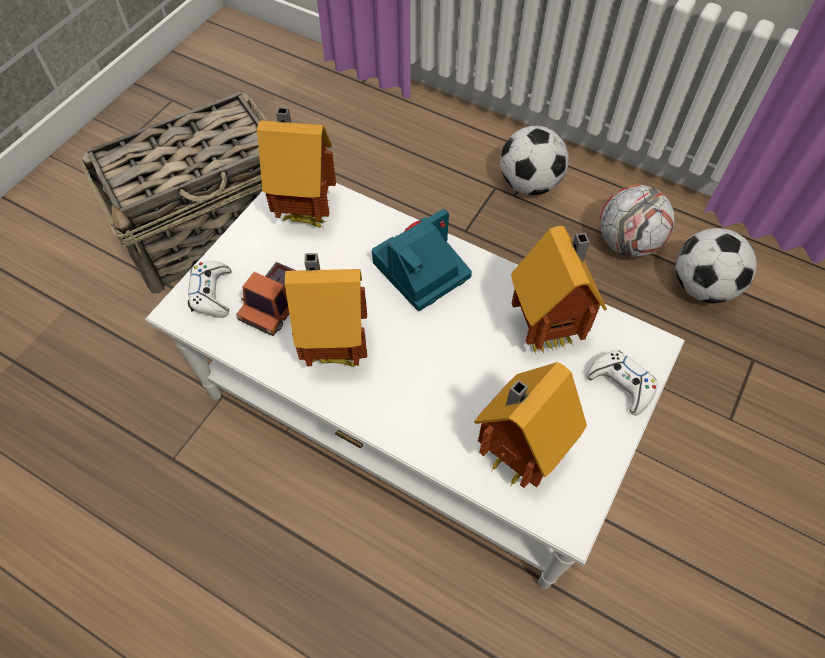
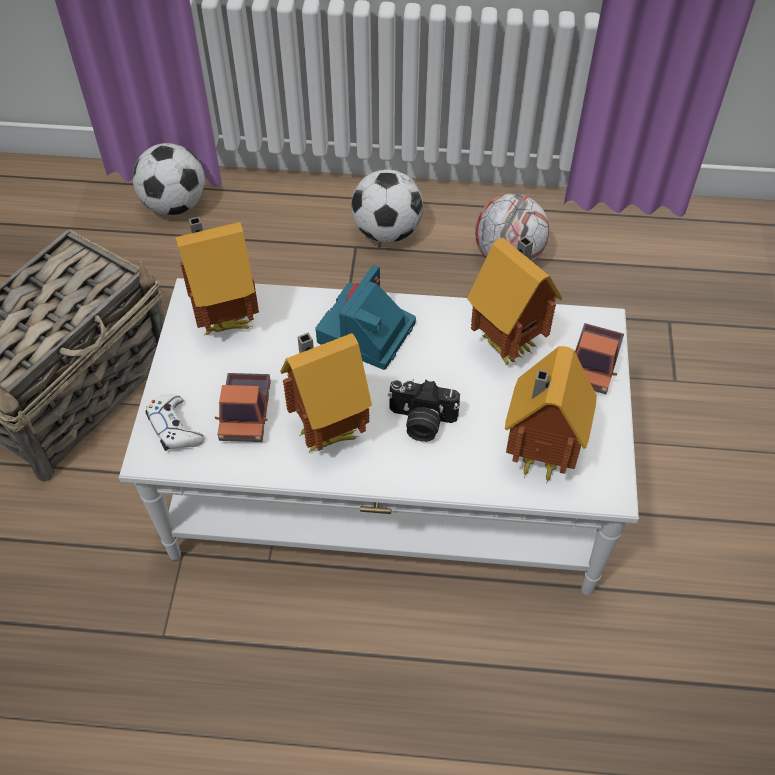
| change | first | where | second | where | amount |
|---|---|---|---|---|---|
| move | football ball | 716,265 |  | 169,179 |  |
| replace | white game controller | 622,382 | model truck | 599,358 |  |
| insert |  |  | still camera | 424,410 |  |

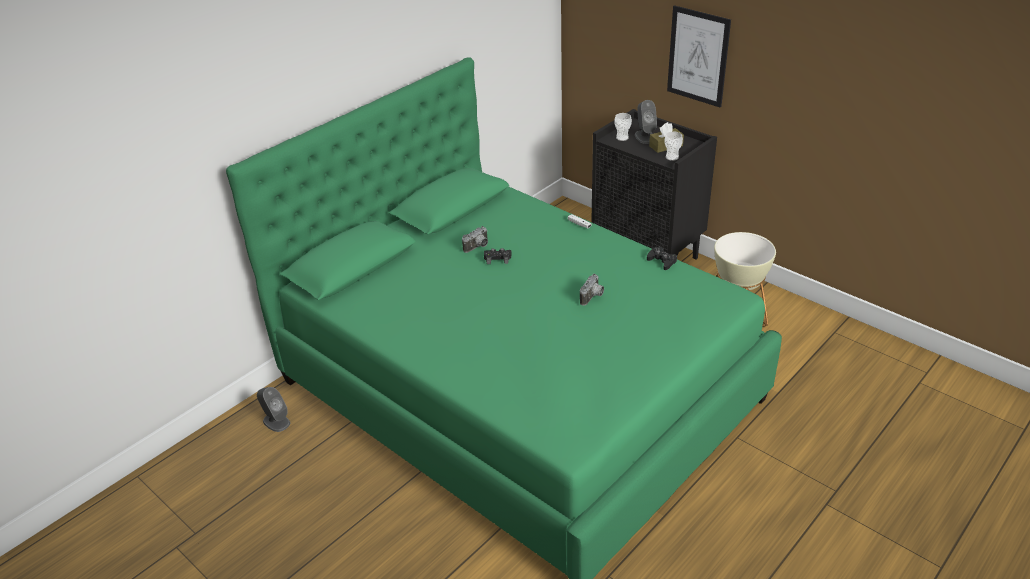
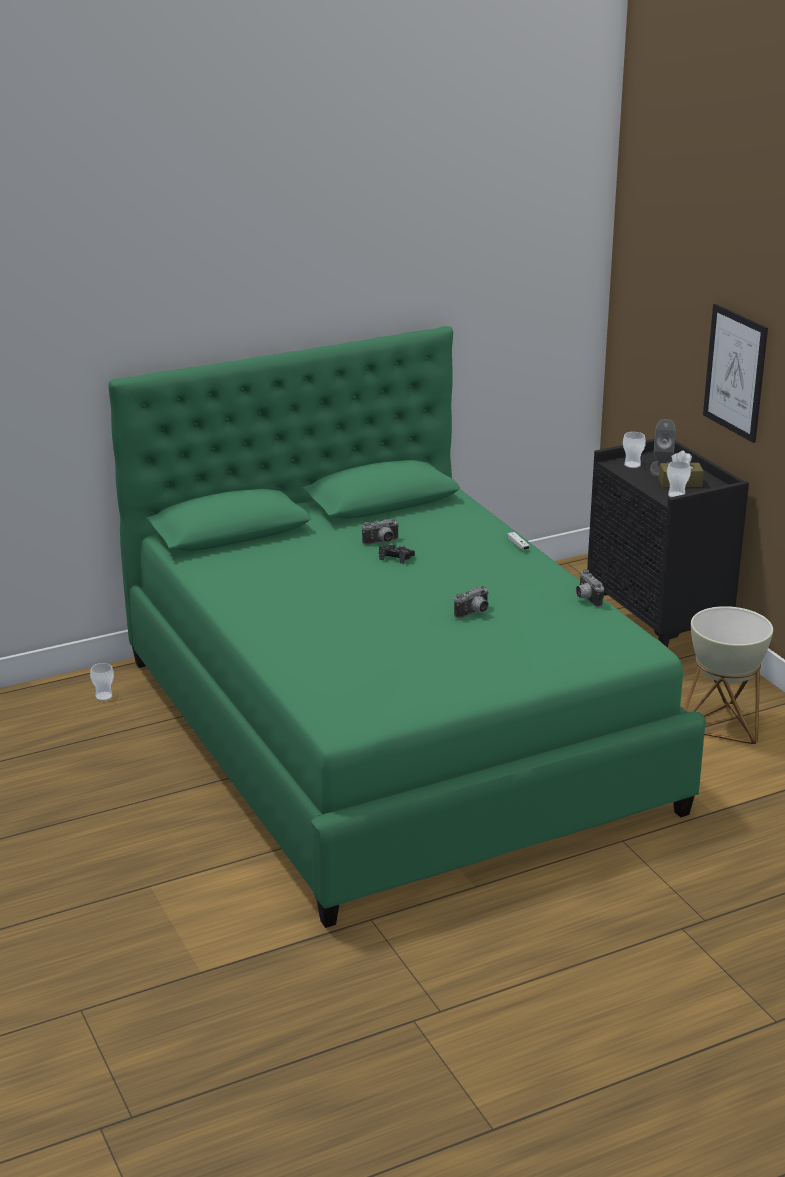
| change | first | where | second | where | amount |
|---|---|---|---|---|---|
| replace | black game controller | 662,258 | still camera | 590,588 |  |
| replace | greyish audio speaker | 273,409 | small cup | 102,682 |  |

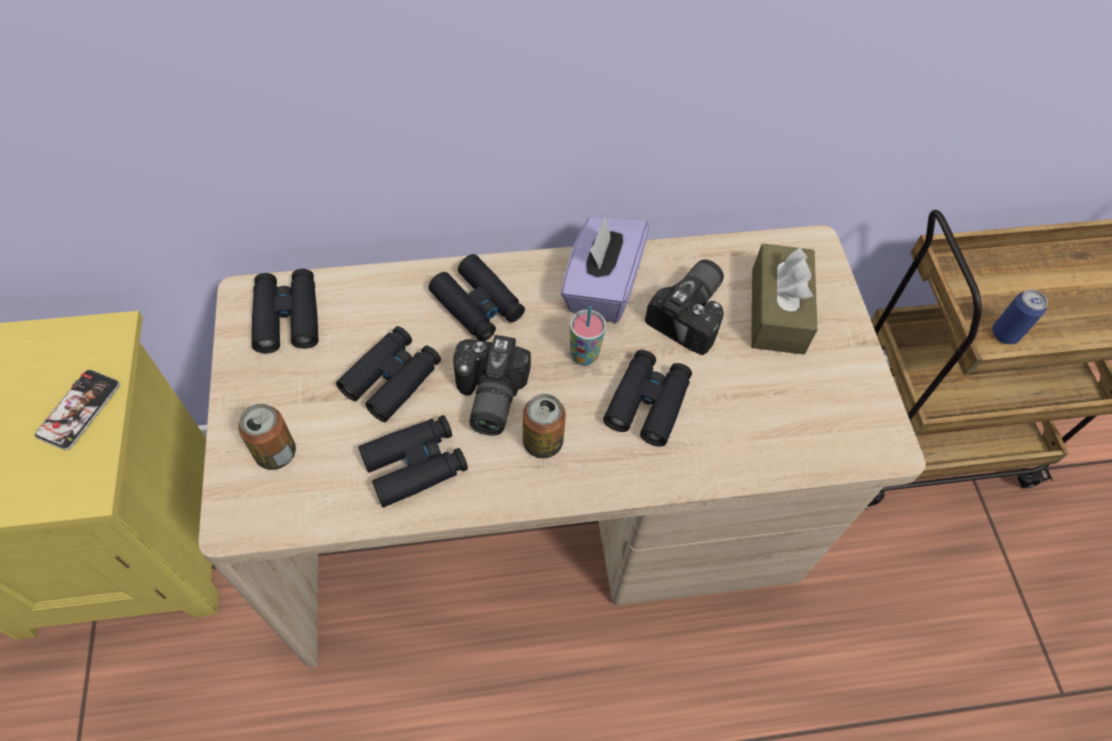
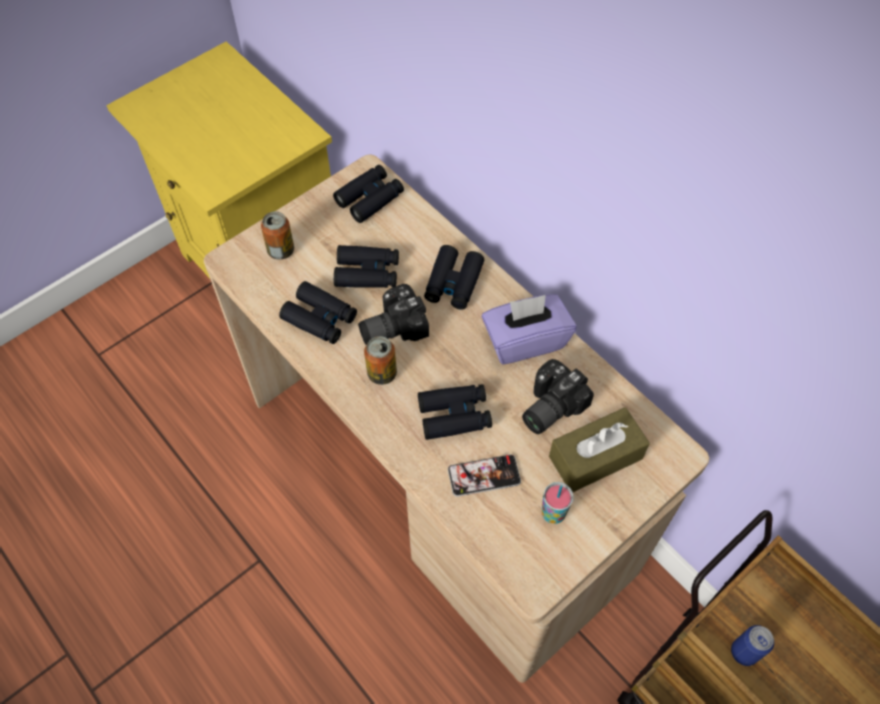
| change | first | where | second | where | amount |
|---|---|---|---|---|---|
| rotate | still camera | 684,307 |  | 558,396 | 135 degrees clockwise |
| move | small cup | 588,335 |  | 558,503 |  |
| move | phone | 77,410 |  | 484,476 |  |

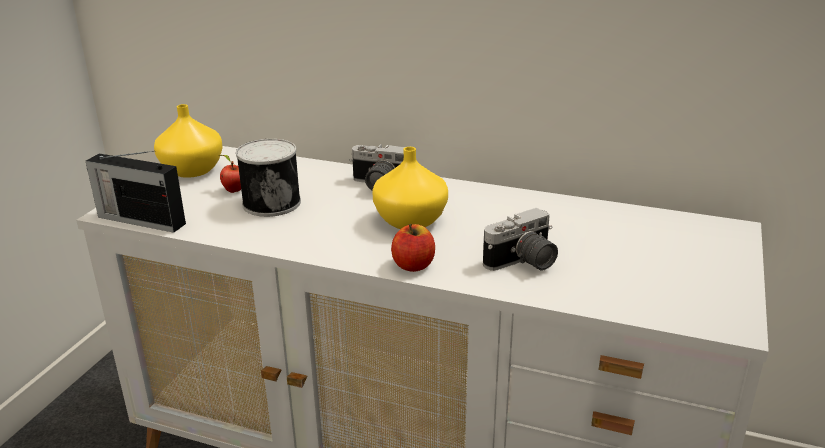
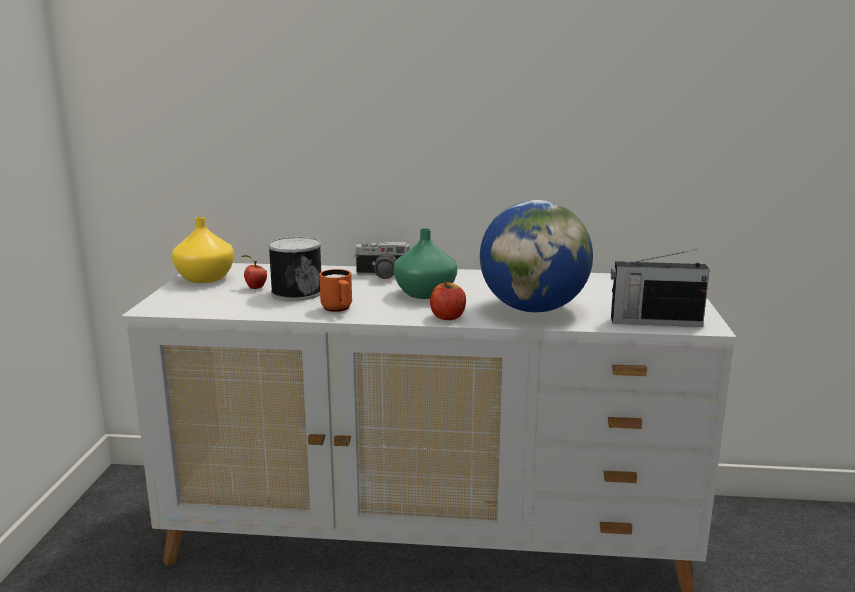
| change | first | where | second | where | amount |
|---|---|---|---|---|---|
| recolor | yellow-coloured flower vase | 410,188 | green-coloured flower vase | 425,263 |  |
| move | radio receiver | 136,192 |  | 660,288 |  |
| replace | still camera | 520,239 | world globe | 536,256 |  |
| insert |  |  | orange coffee mug | 335,290 |  |

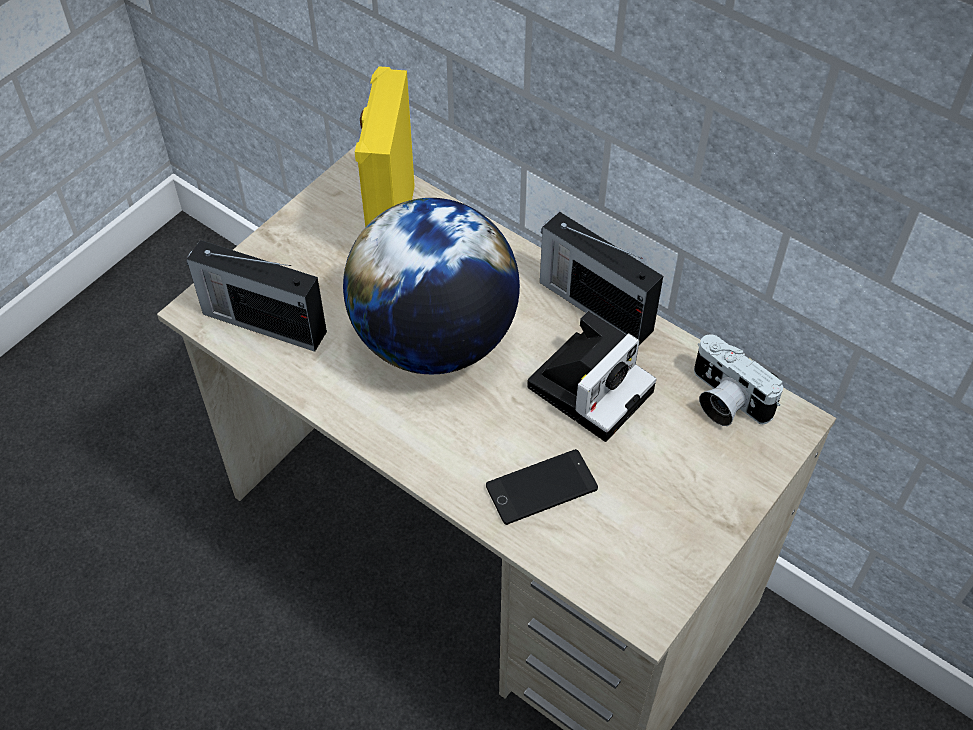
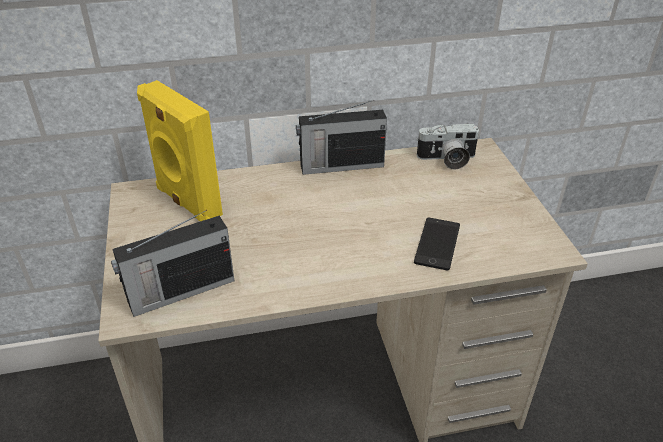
| change | first | where | second | where | amount |
|---|---|---|---|---|---|
| delete | world globe | 431,286 |  |  |  |
| delete | still camera | 591,376 |  |  |  |

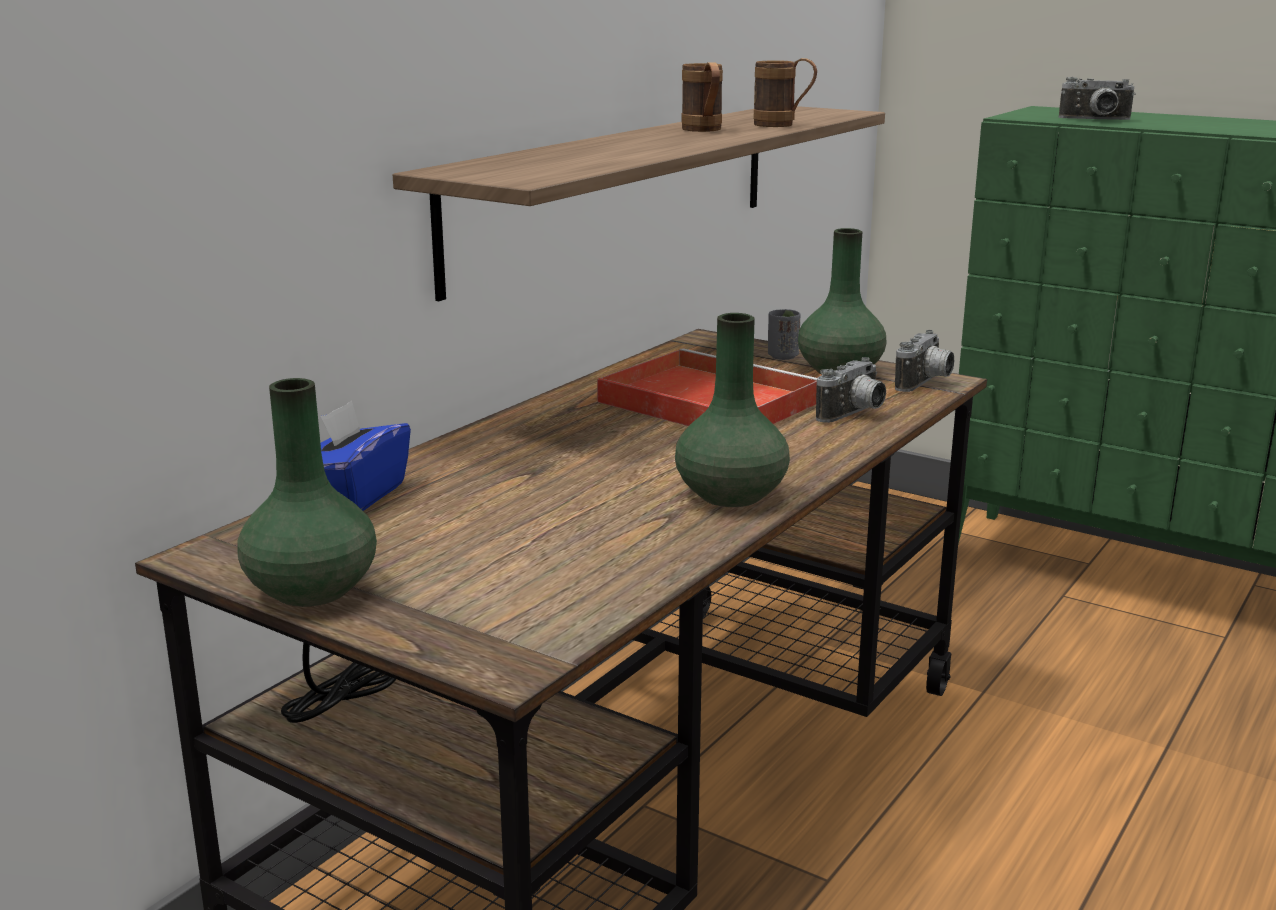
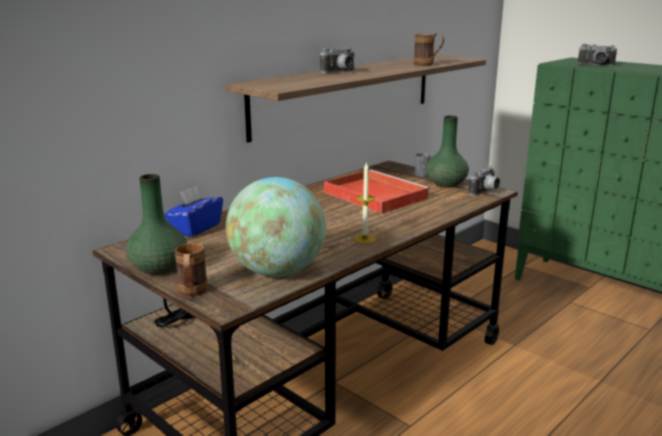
| change | first | where | second | where | amount |
|---|---|---|---|---|---|
| move | brown-coloured coffee mug | 702,97 |  | 191,270 |  |
| replace | green-coloured flower vase | 732,410 | wax light | 364,203 |  |
| move | still camera | 851,390 |  | 337,60 |  |
| insert |  |  | world globe | 276,227 |  |

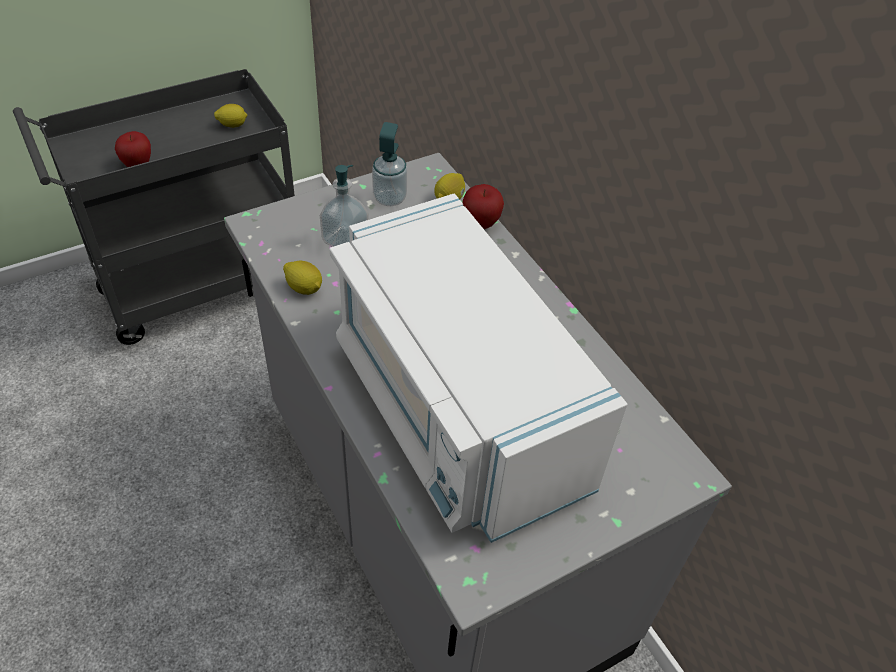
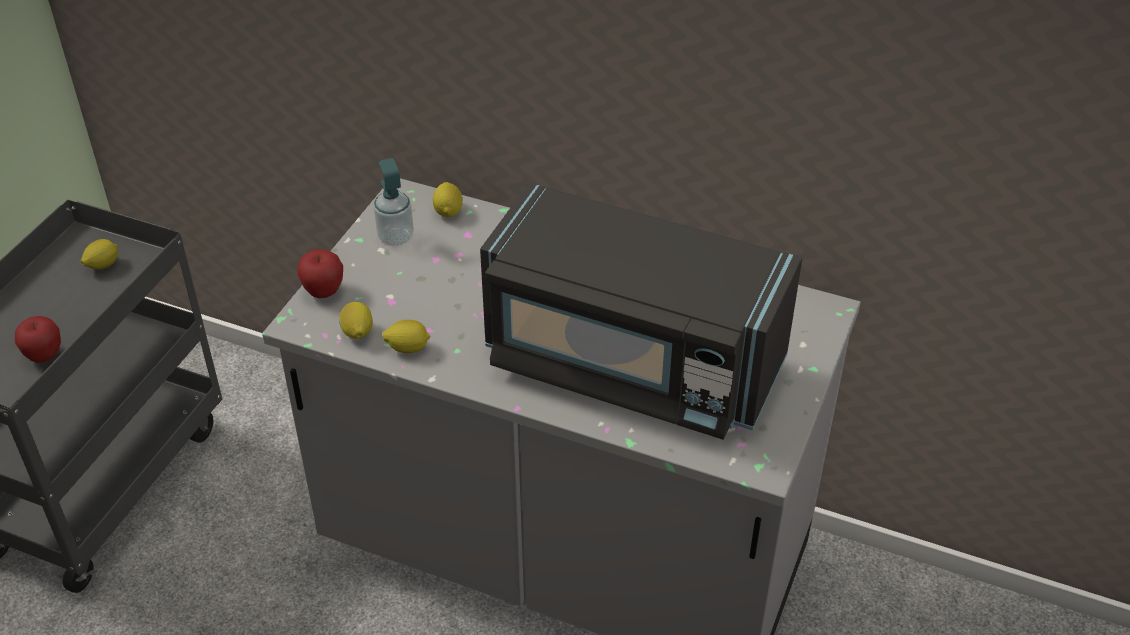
| change | first | where | second | where | amount |
|---|---|---|---|---|---|
| delete | soap dispenser | 344,206 |  |  |  |
| move | apple fruit | 483,206 |  | 320,274 |  |
| recolor | white microwave oven | 479,368 | black microwave oven | 641,311 |  |
| insert |  |  | lemon | 356,320 |  |

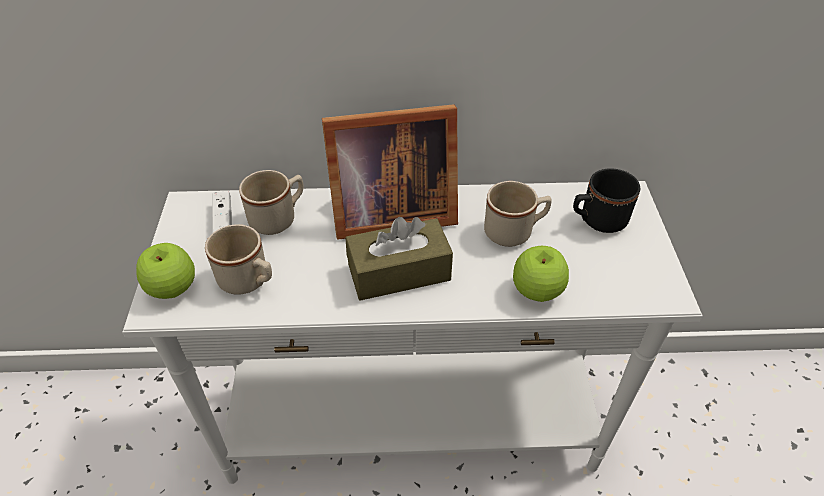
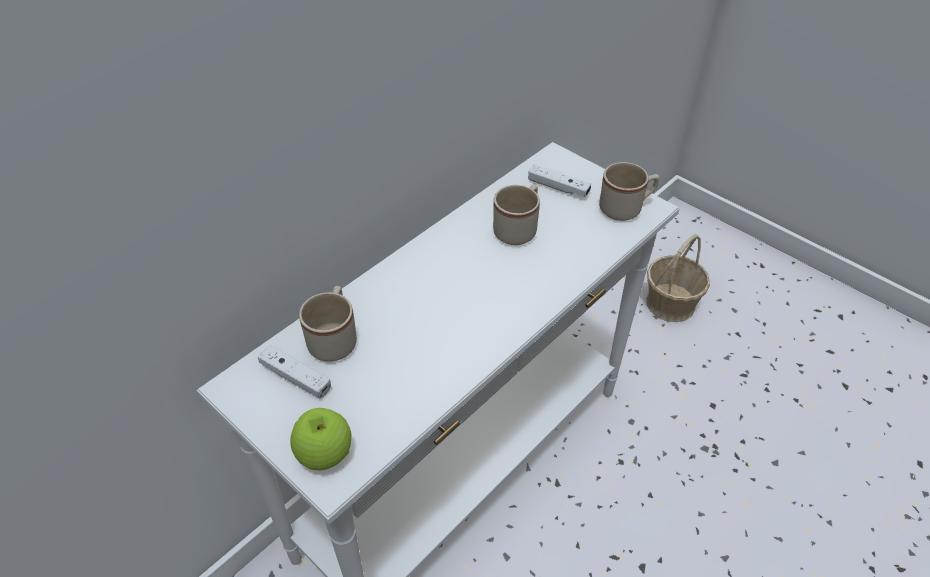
| change | first | where | second | where | amount |
|---|---|---|---|---|---|
| delete | standing frame | 390,172 |  |  |  |
| replace | black coffee mug | 606,200 | white game controller | 559,180 |  |
| delete | brown-coloured tissue box | 399,259 |  |  |  |
| move | sand-coloured coffee mug | 238,259 |  | 629,191 |  |
| delete | apple fruit | 541,274 |  |  |  |
| insert |  |  | basket | 678,278 |  |

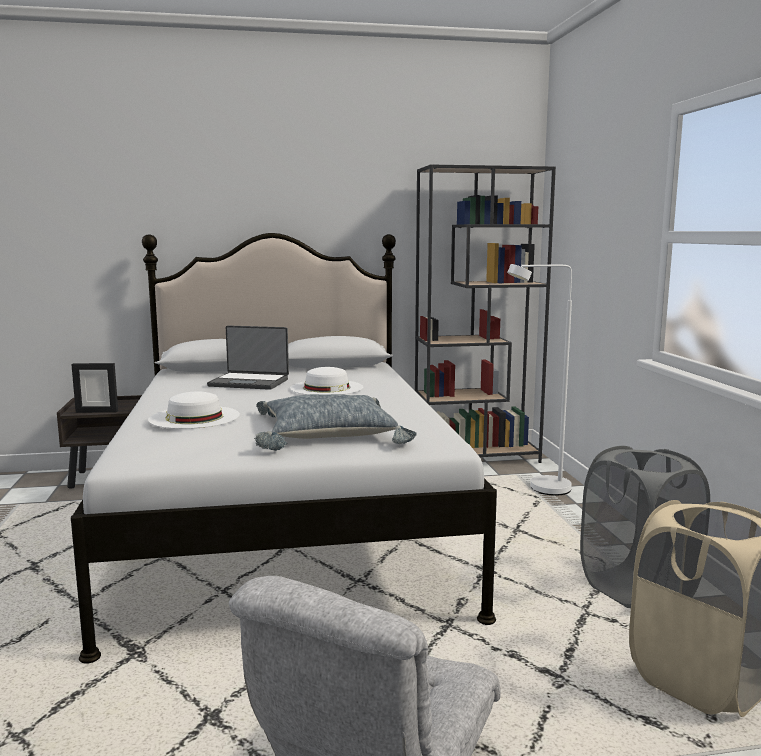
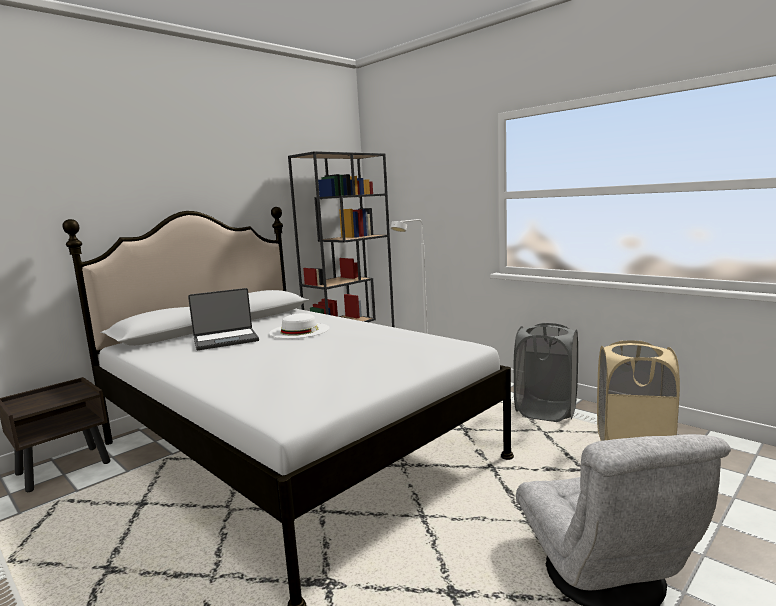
| change | first | where | second | where | amount |
|---|---|---|---|---|---|
| delete | standing frame | 94,388 |  |  |  |
| delete | white hat | 194,410 |  |  |  |
| delete | cushion | 335,422 |  |  |  |

